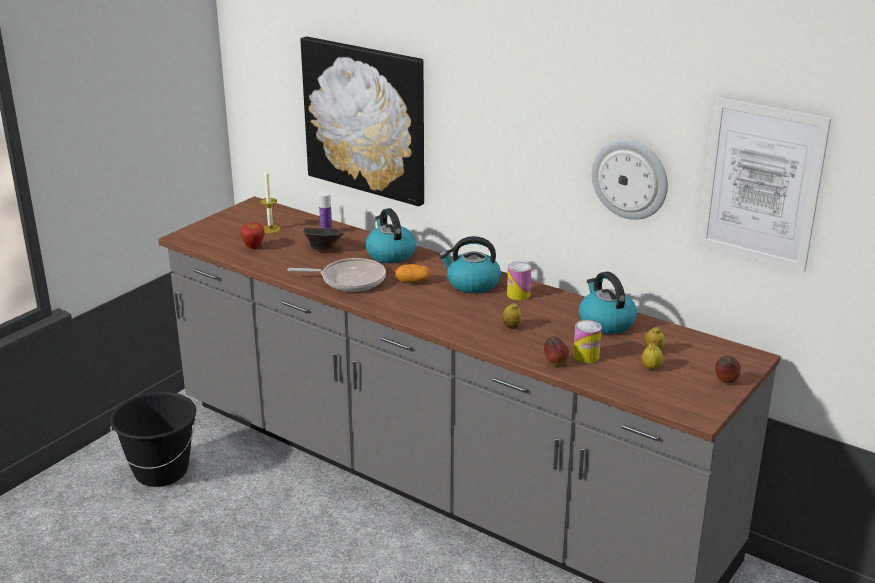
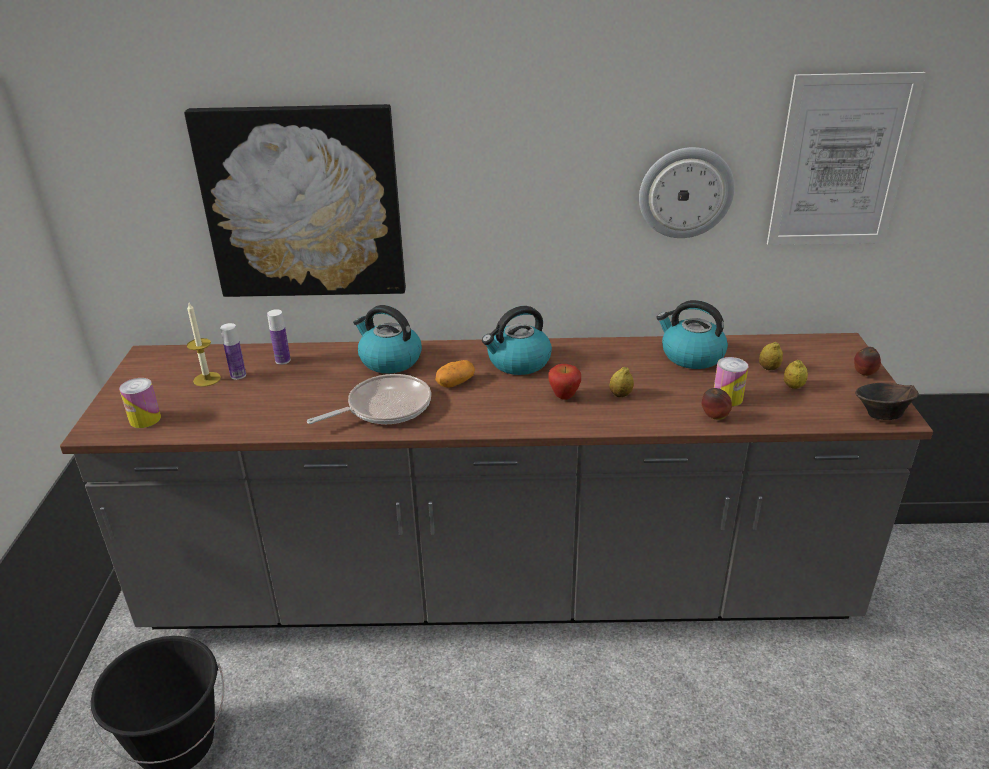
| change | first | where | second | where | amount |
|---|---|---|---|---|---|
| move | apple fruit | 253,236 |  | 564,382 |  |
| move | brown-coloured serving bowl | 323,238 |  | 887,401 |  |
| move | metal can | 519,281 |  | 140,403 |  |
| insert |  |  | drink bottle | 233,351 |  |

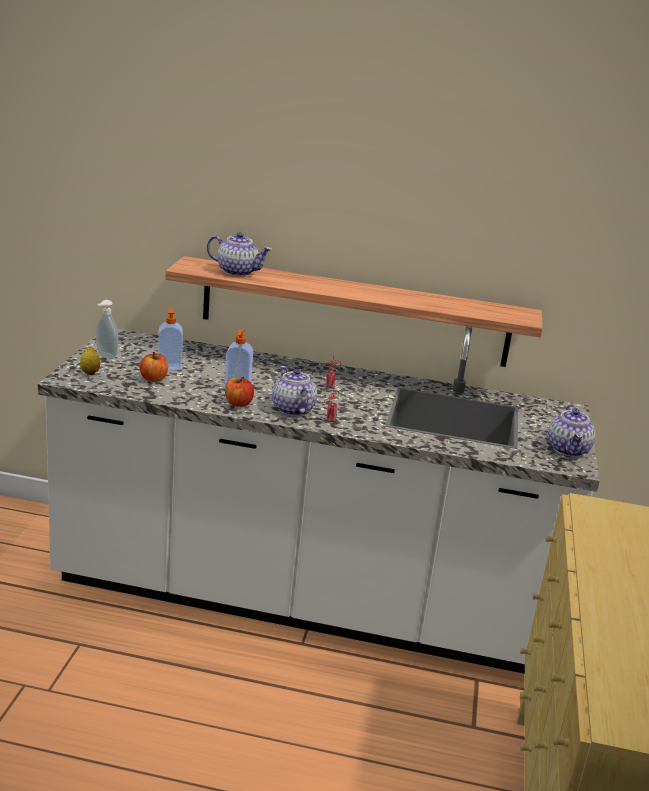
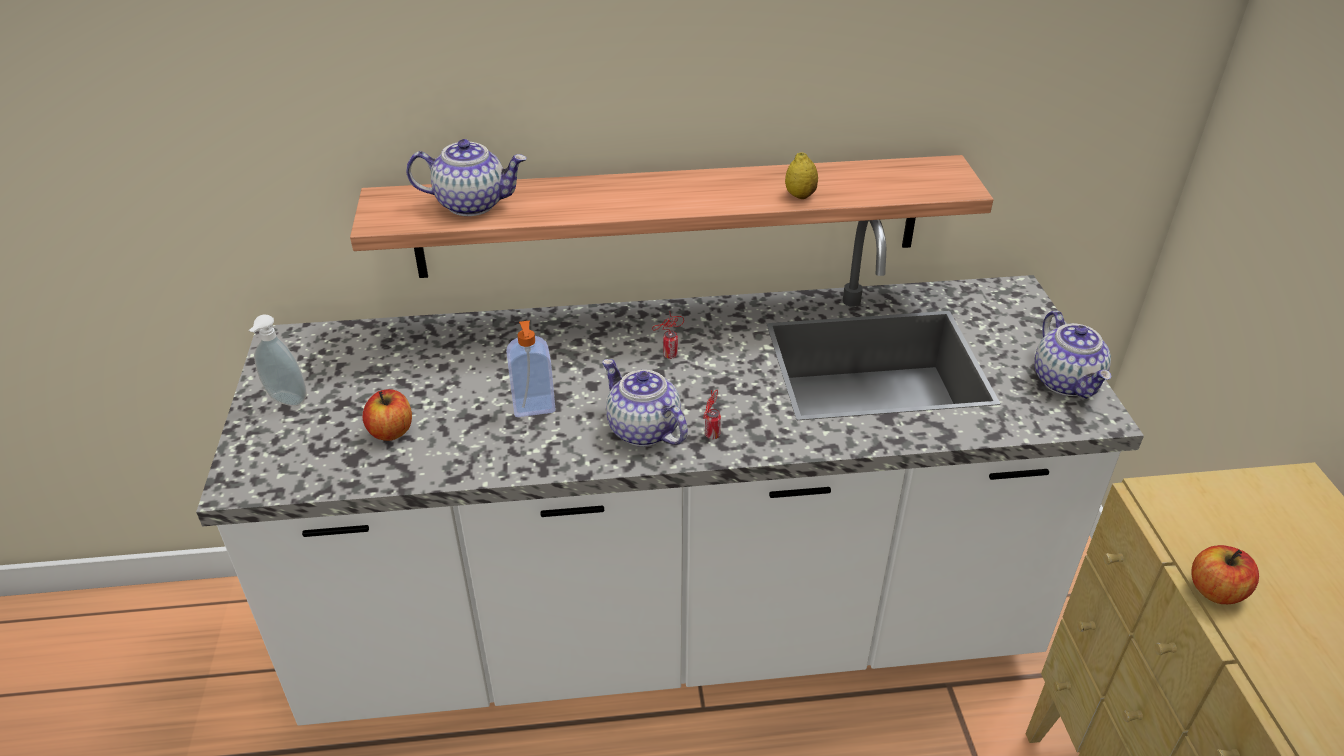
| change | first | where | second | where | amount |
|---|---|---|---|---|---|
| delete | soap dispenser | 170,339 |  |  |  |
| move | lemon | 90,361 |  | 801,175 |  |
| move | apple fruit | 239,392 |  | 1225,574 |  |

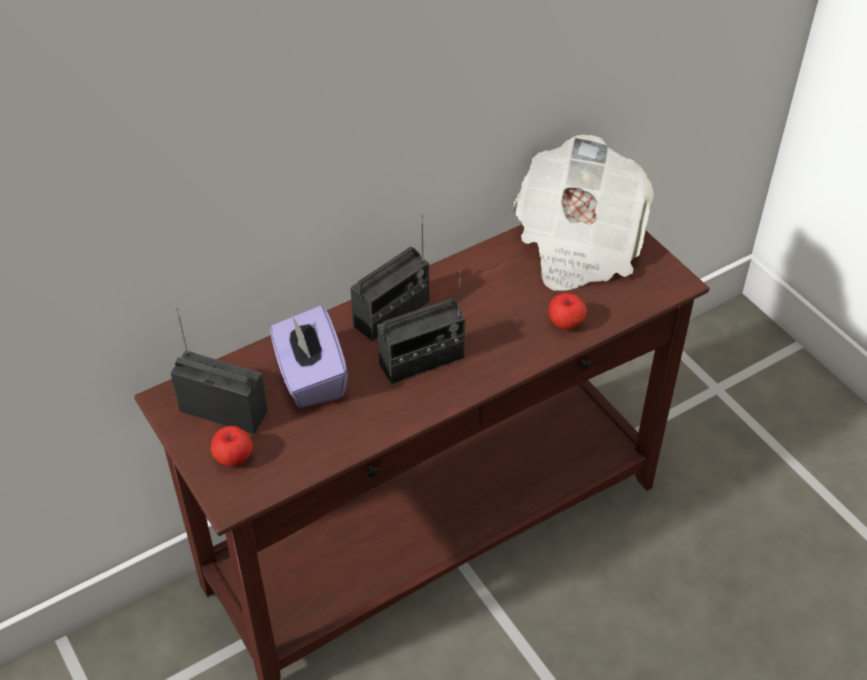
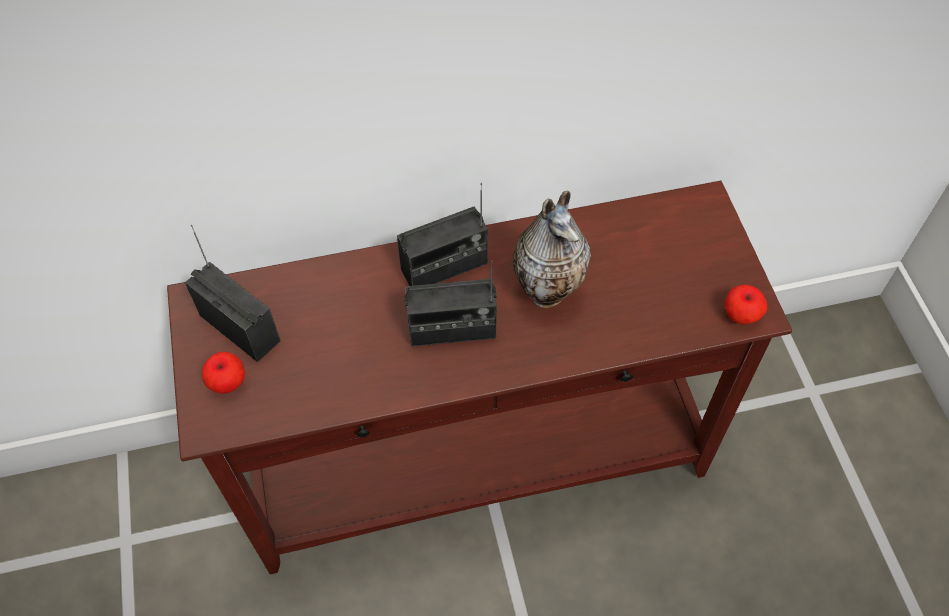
| change | first | where | second | where | amount |
|---|---|---|---|---|---|
| delete | printed paper | 584,213 |  |  |  |
| move | apple fruit | 568,311 |  | 746,304 |  |
| delete | purple tissue box | 309,356 |  |  |  |
| insert |  |  | flower vase | 552,249 |  |

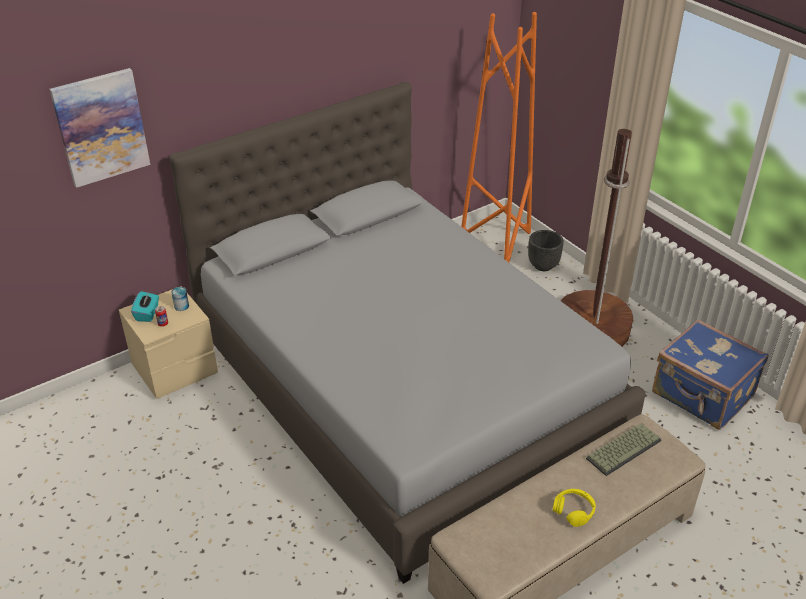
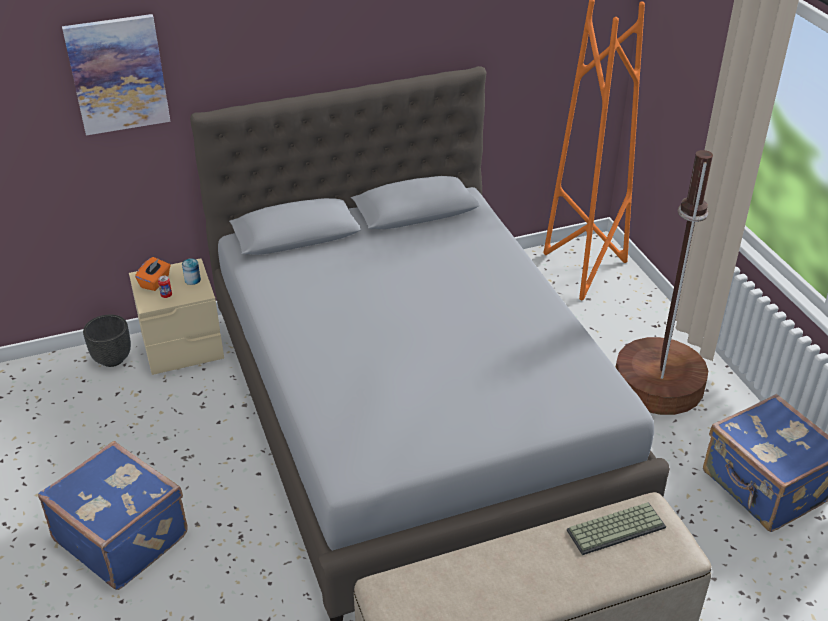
| change | first | where | second | where | amount |
|---|---|---|---|---|---|
| move | black planter | 546,250 |  | 107,341 |  |
| recolor | turquoise tissue box | 145,306 | orange tissue box | 153,274 |  |
| delete | yellow-coloured headset | 574,508 |  |  |  |
| insert |  |  | bluish suitcase | 113,515 |  |

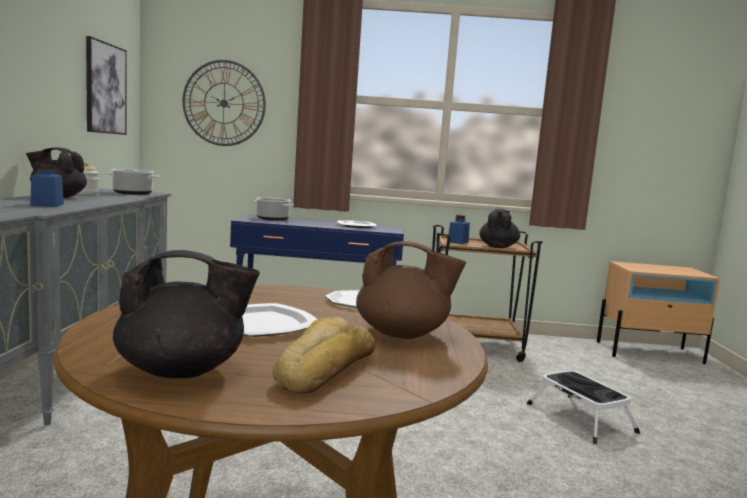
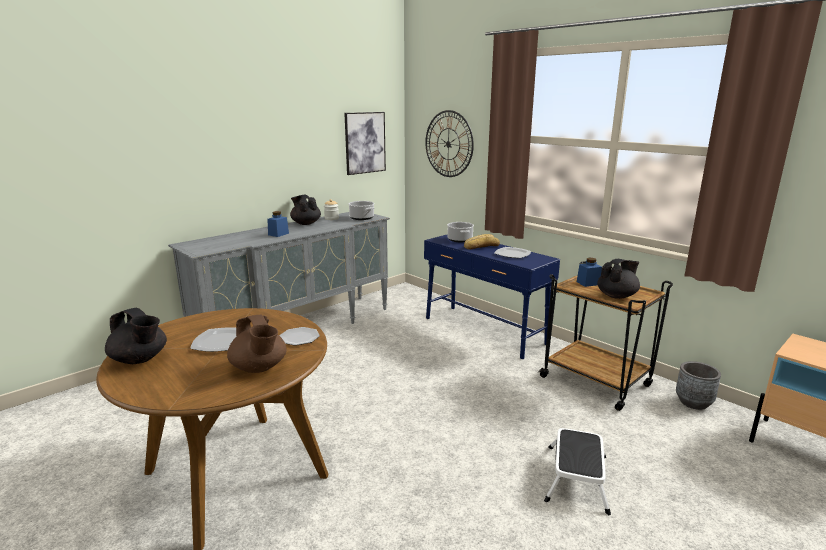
| change | first | where | second | where | amount |
|---|---|---|---|---|---|
| move | bakery bread | 324,355 |  | 482,241 |  |
| insert |  |  | greyish planter | 698,385 |  |

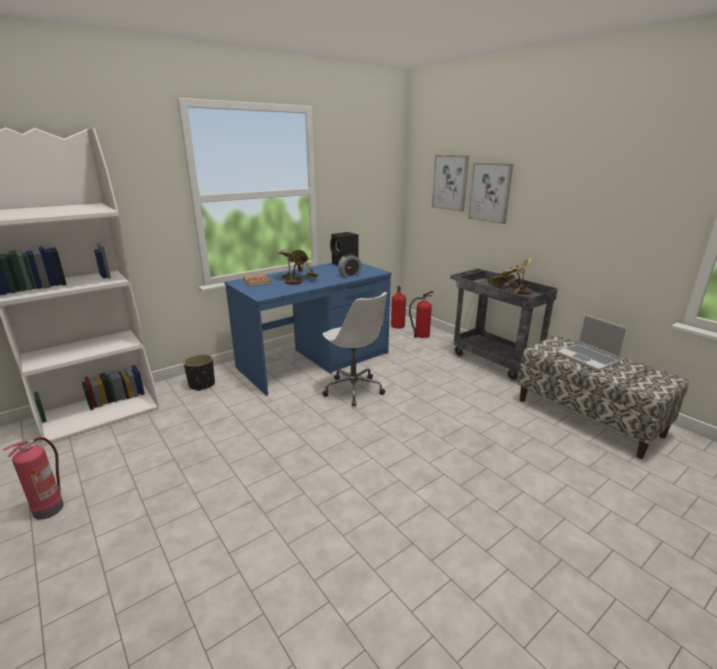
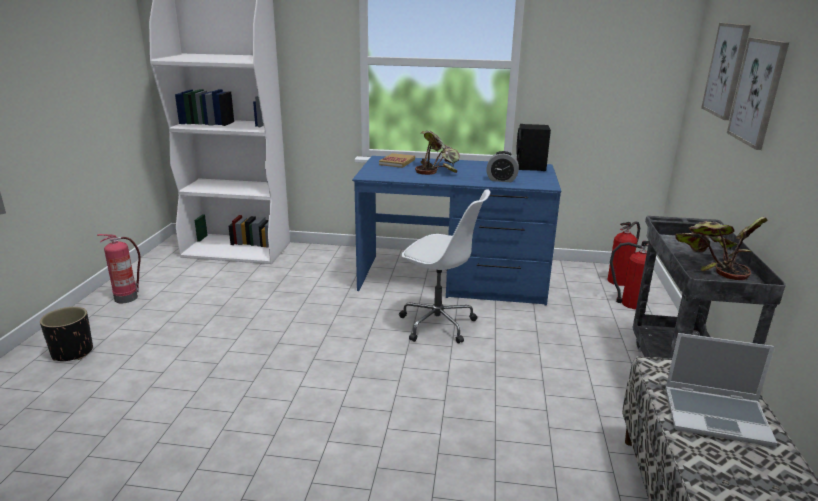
| change | first | where | second | where | amount |
|---|---|---|---|---|---|
| rotate | white computer chair | 354,349 |  | 444,266 | 75 degrees counterclockwise |
| rotate | portable computer | 592,342 |  | 721,389 | 90 degrees counterclockwise |
| move | black planter | 199,372 |  | 66,334 |  |

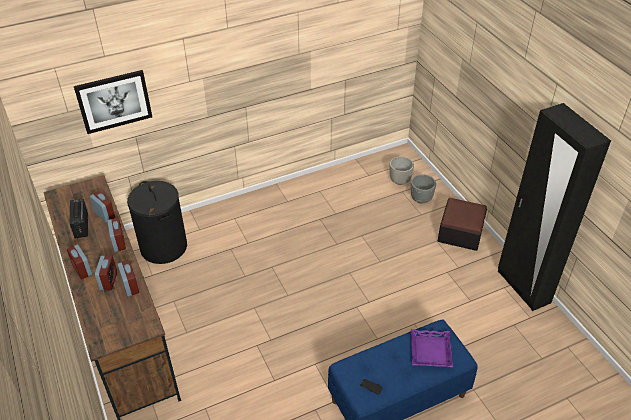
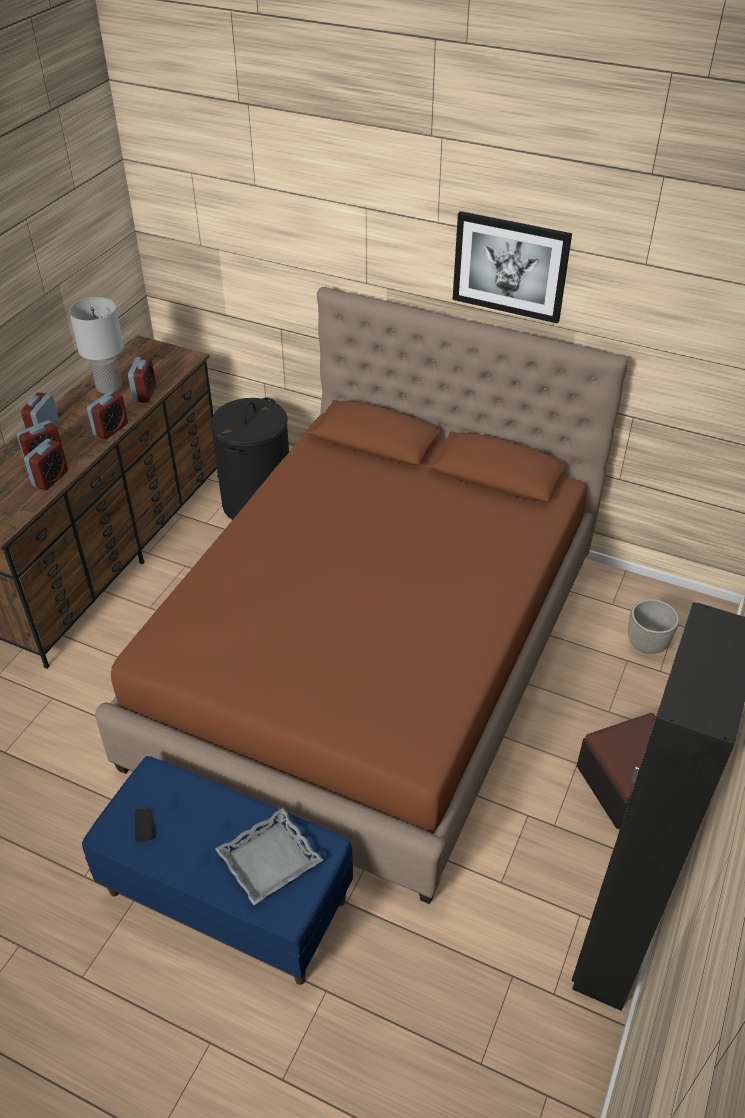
| change | first | where | second | where | amount |
|---|---|---|---|---|---|
| move | picture | 113,102 |  | 512,267 |  |
| delete | greyish planter | 423,189 |  |  |  |
| replace | radio receiver | 78,218 | greyish table lamp | 96,345 |  |
| recolor | purple carrying tray | 432,348 | greyish carrying tray | 269,856 |  |
| insert |  |  | brown-coloured bed | 361,595 |  |

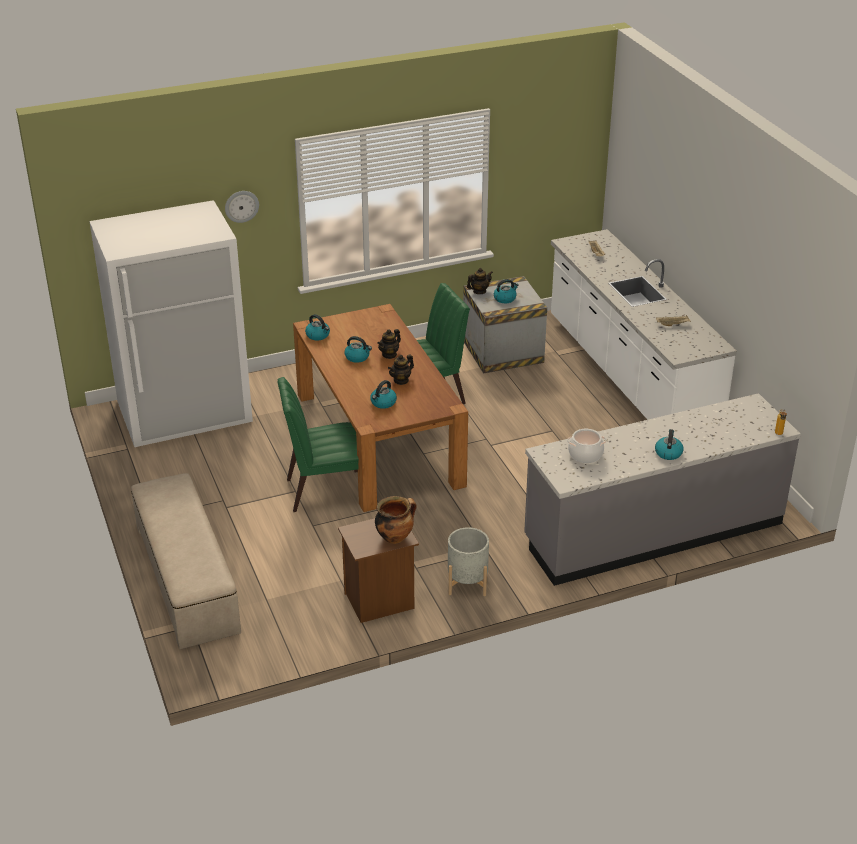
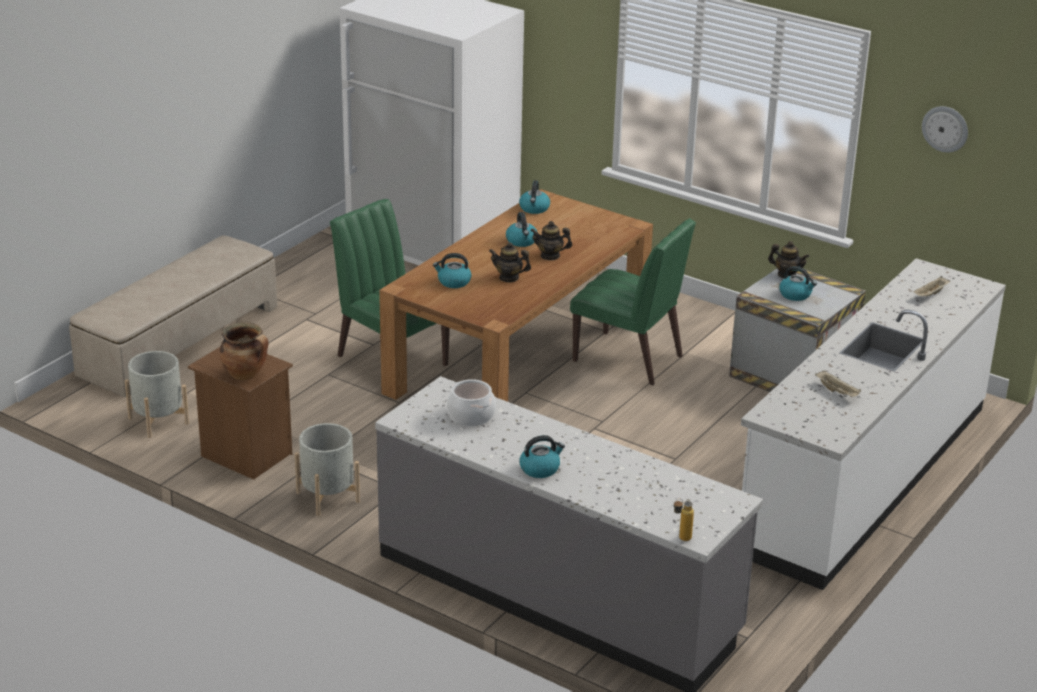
| change | first | where | second | where | amount |
|---|---|---|---|---|---|
| move | clock on the wall | 242,207 |  | 945,129 |  |
| insert |  |  | greyish planter | 157,394 |  |

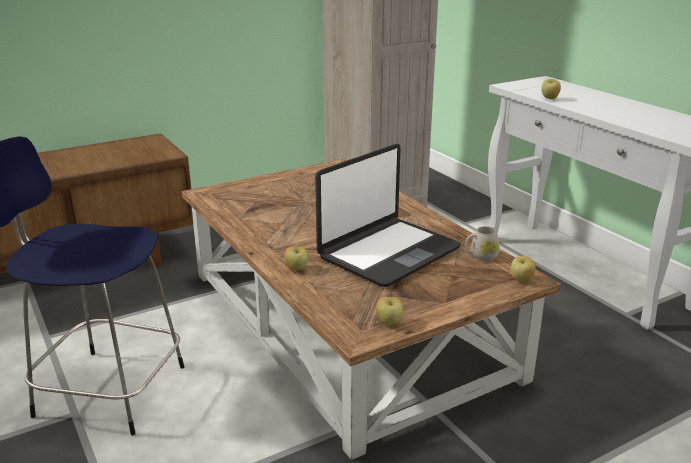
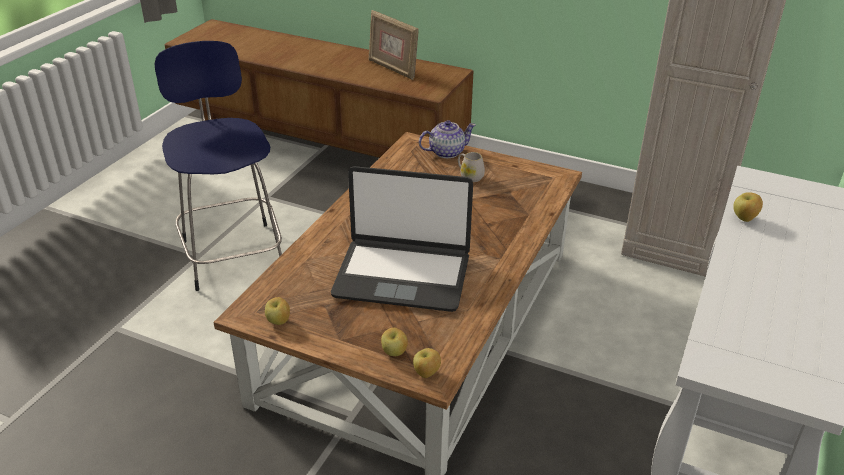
| change | first | where | second | where | amount |
|---|---|---|---|---|---|
| move | white coffee mug | 482,243 |  | 471,167 |  |
| move | apple fruit | 296,258 |  | 394,342 |  |
| insert |  |  | standing frame | 394,45 |  |
| insert |  |  | teapot | 447,139 |  |

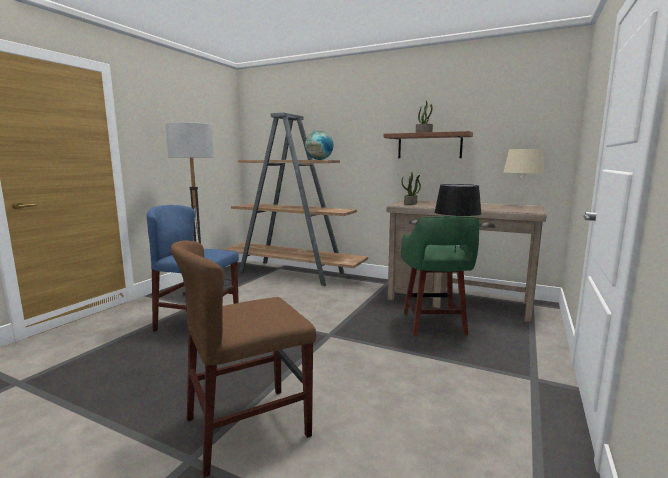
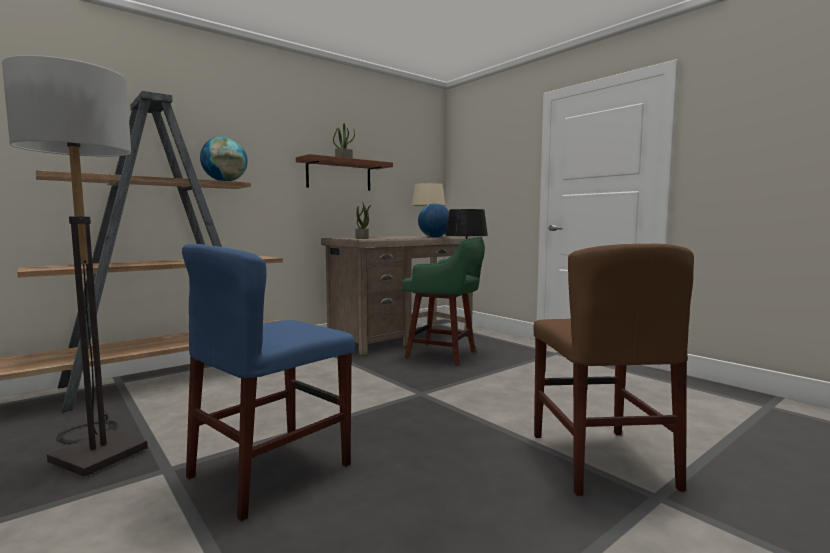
| change | first | where | second | where | amount |
|---|---|---|---|---|---|
| insert |  |  | world globe | 433,220 |  |

